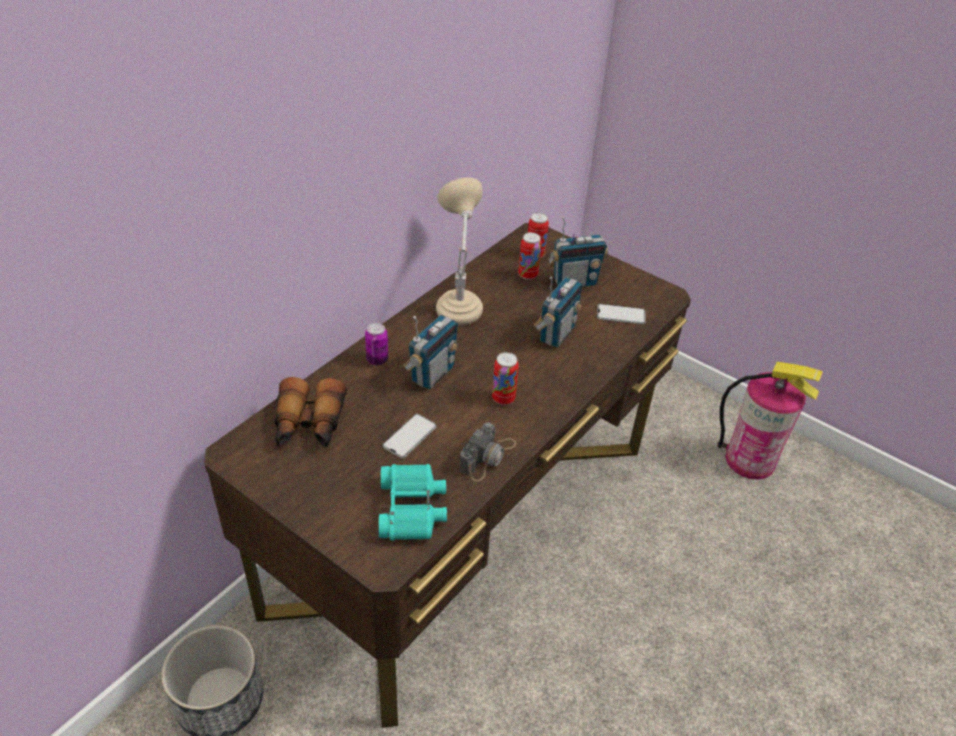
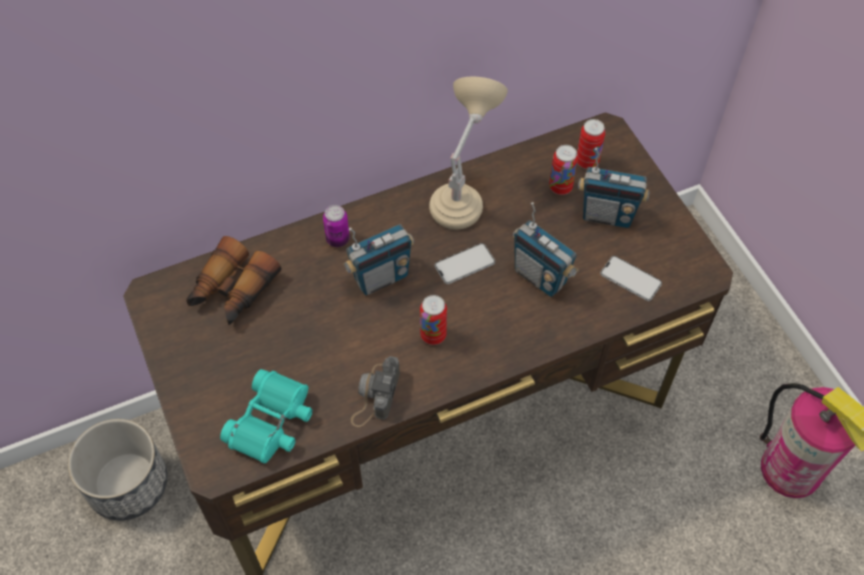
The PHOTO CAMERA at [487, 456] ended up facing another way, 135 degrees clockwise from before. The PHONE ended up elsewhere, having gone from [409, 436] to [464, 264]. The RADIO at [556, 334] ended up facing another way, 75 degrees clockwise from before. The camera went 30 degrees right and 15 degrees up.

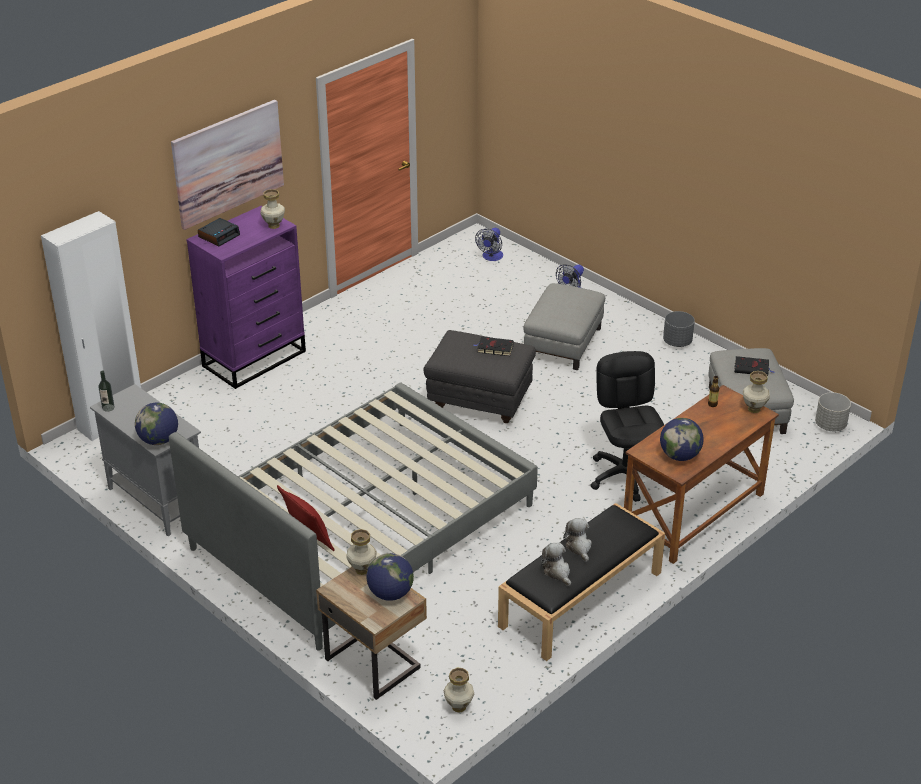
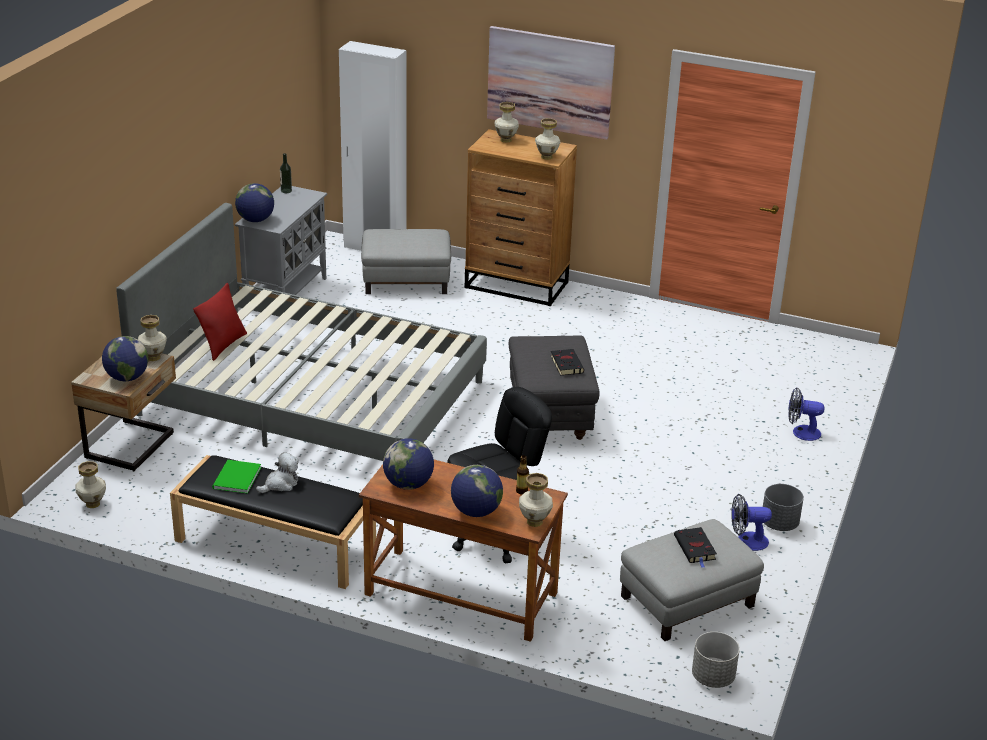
Where the PLUSH TOY stood at [557, 572], the GREEN-COLOURED BOUND BOOK came to stand at [235, 479]. The GRAY FOOTREST ended up elsewhere, having gone from [563, 343] to [406, 281]. The second view gained the DESK GLOBE at [476, 511]. What was the PURPLISH CHEST OF DRAWERS at [255, 358] turned into the BROWN CHEST OF DRAWERS at [517, 285]. Where the TABLE CLOCK stood at [219, 236], the DECORATIVE VASE came to stand at [506, 140]. The FAN ended up elsewhere, having gone from [491, 257] to [746, 541]. The camera went 65 degrees right and 5 degrees down.

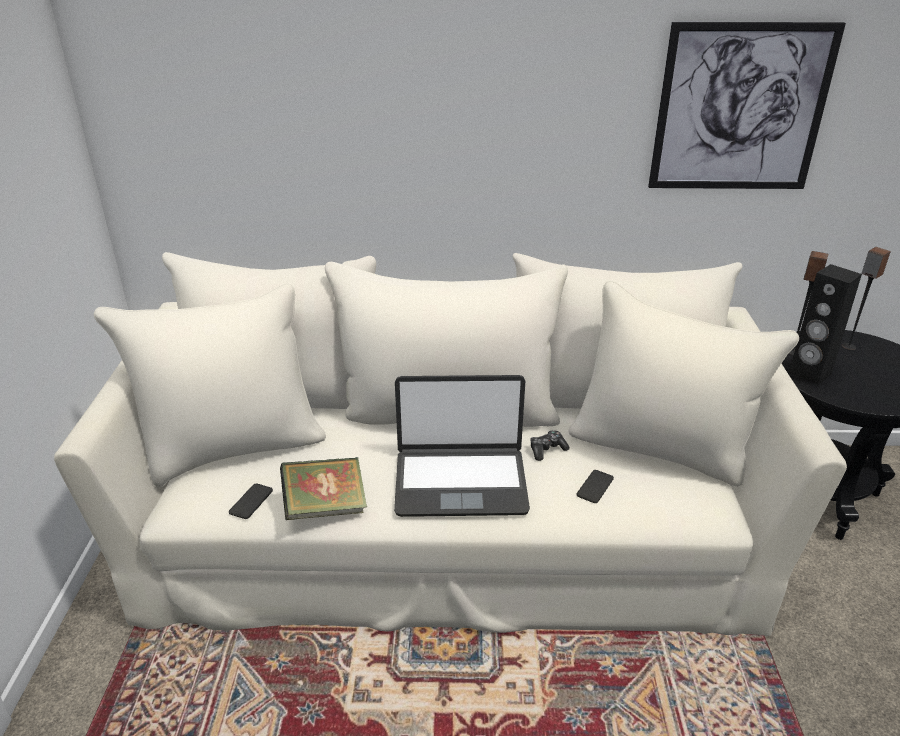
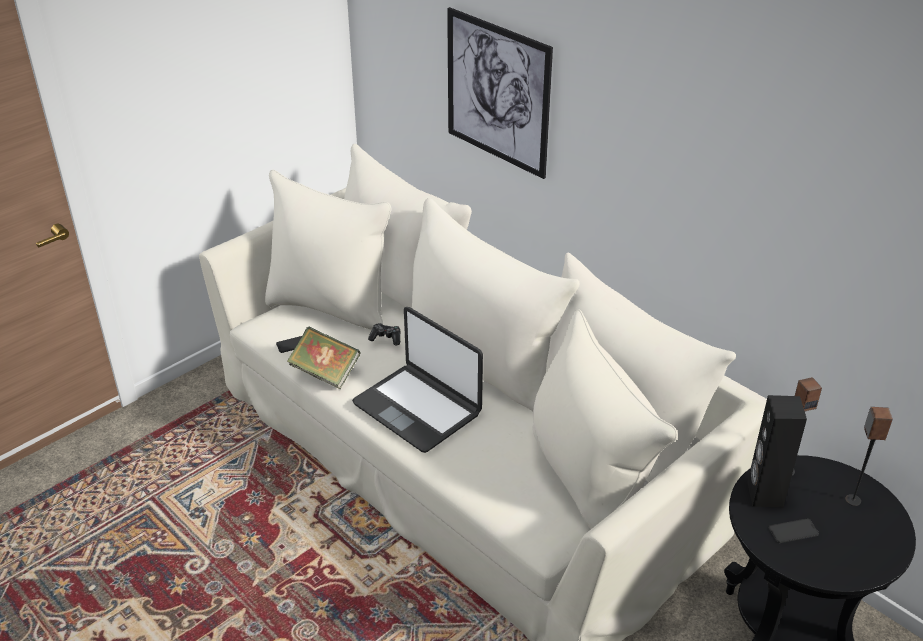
The GAMEPAD ended up elsewhere, having gone from [547, 450] to [386, 338]. The WALL ART ended up elsewhere, having gone from [740, 109] to [497, 92]. The PHONE ended up elsewhere, having gone from [595, 487] to [793, 531]. The camera went 45 degrees right and 5 degrees up.

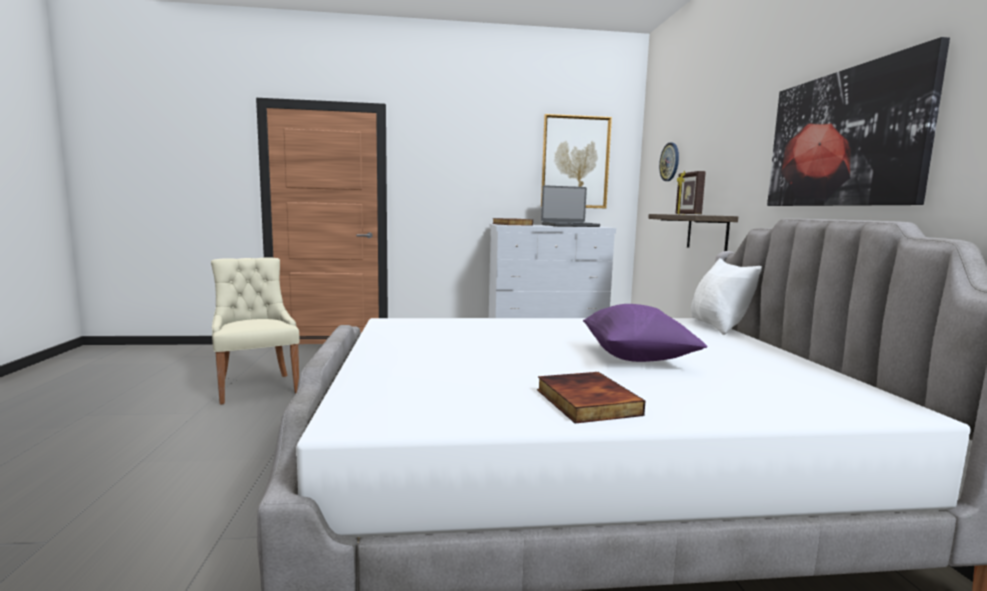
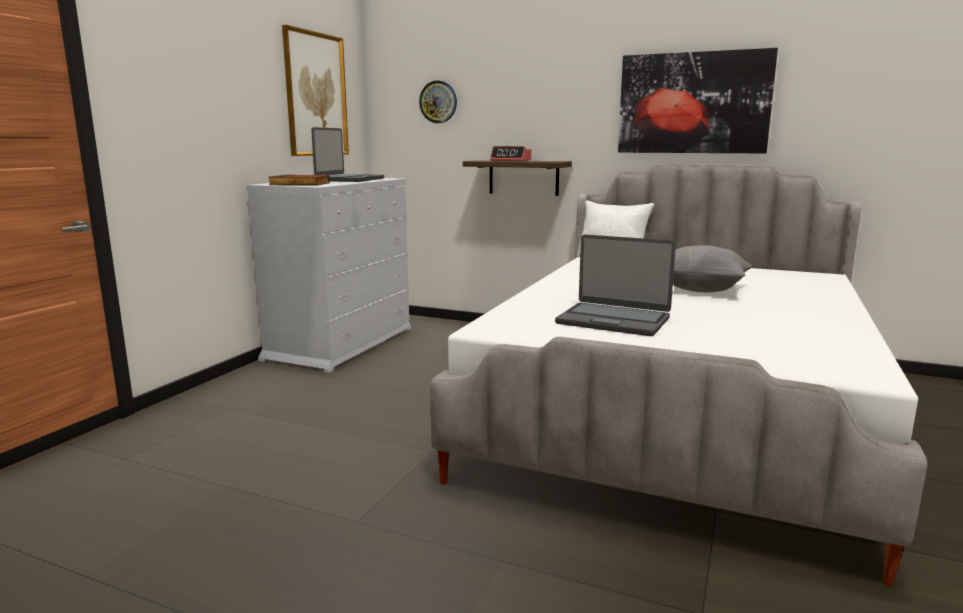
Where the PICTURE FRAME stood at [687, 214], the TABLE CLOCK came to stand at [511, 160]. The second view gained the NOTEBOOK COMPUTER at [613, 320]. What was the PURPLISH CUSHION at [636, 358] turned into the GRAY CUSHION at [700, 290]. The second view lost the SAND-COLOURED UPRIGHT CHAIR at [256, 387]. The second view lost the BOUND BOOK at [585, 402]. The camera went 60 degrees left and 5 degrees up.

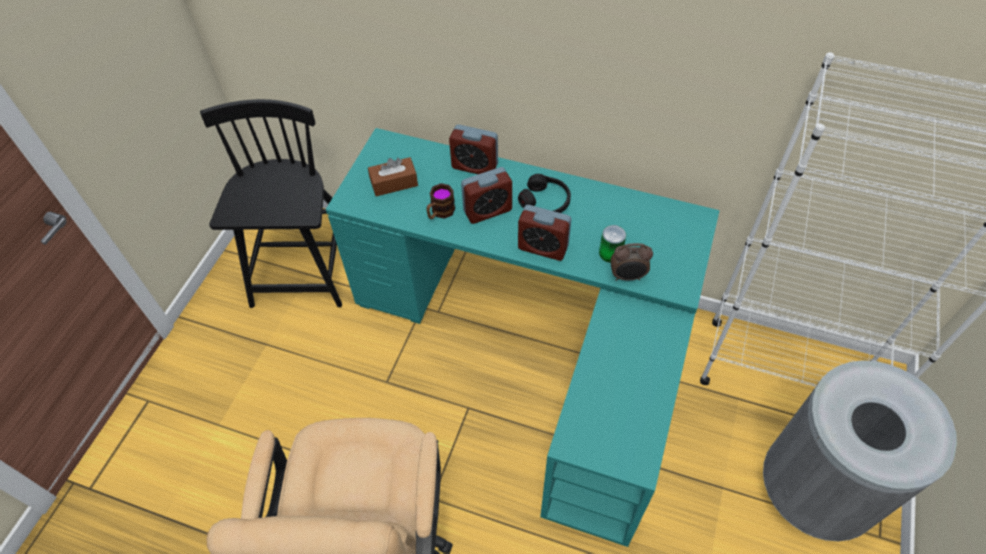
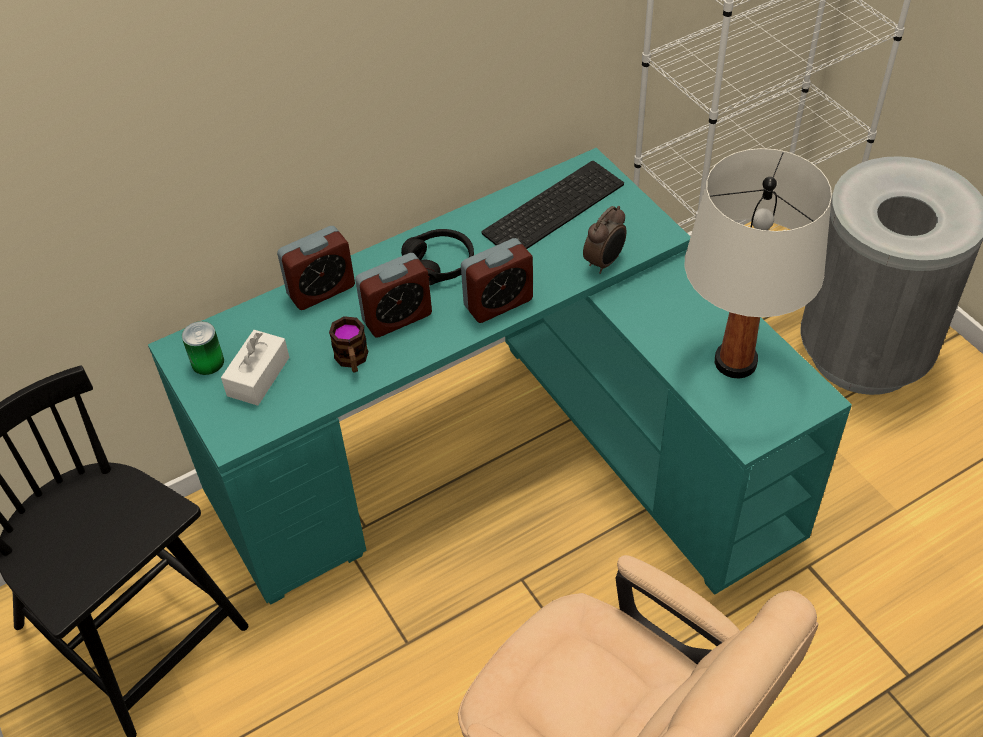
The SEALED CAN ended up elsewhere, having gone from [610, 253] to [207, 362]. What was the BROWN TISSUE BOX at [394, 183] turned into the WHITISH TISSUE BOX at [258, 376]. The TABLE CLOCK at [487, 210] ended up facing another way, 45 degrees clockwise from before. The second view gained the PC KEYBOARD at [553, 206]. The second view gained the WHITISH TABLETOP LAMP at [735, 362]. The camera went 50 degrees left and 5 degrees down.

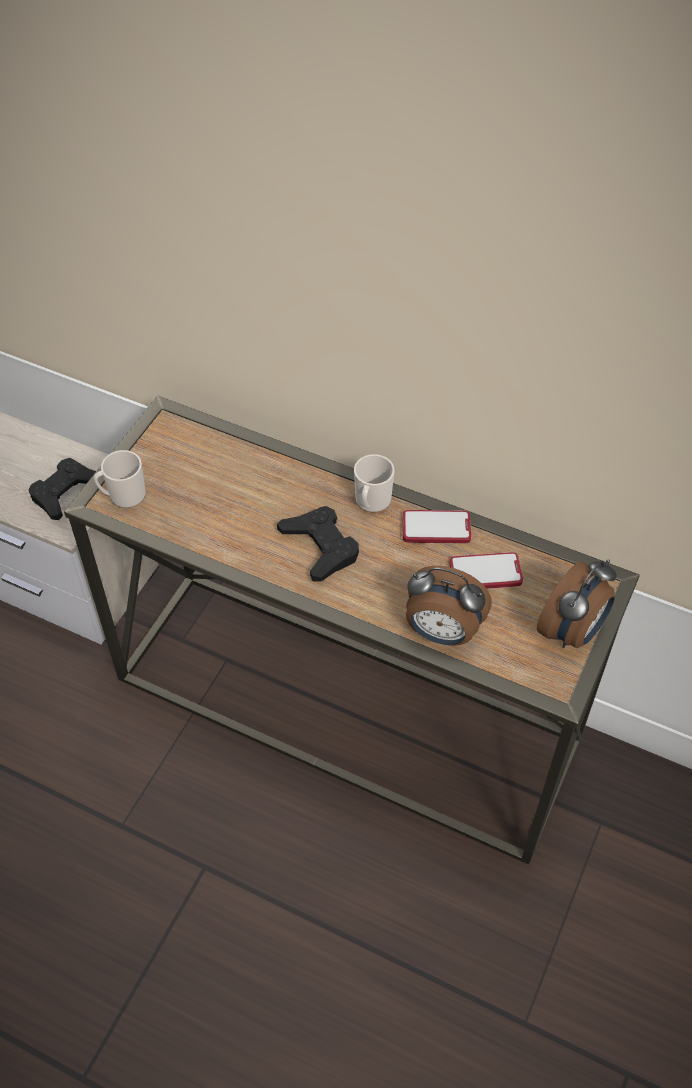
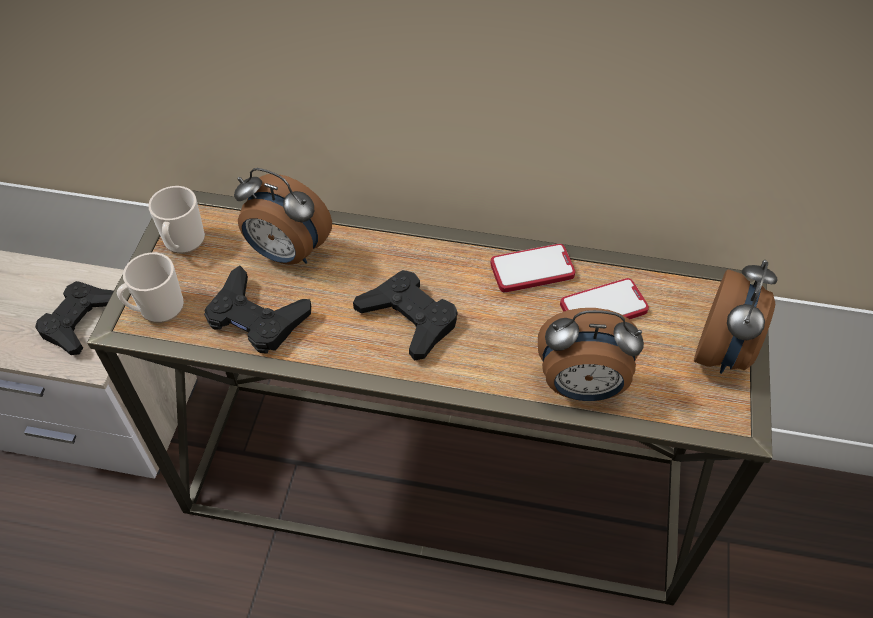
The COFFEE MUG ended up elsewhere, having gone from [371, 502] to [183, 242]. The second view gained the BLACK GAMEPAD at [256, 318]. The second view gained the TABLE CLOCK at [287, 253]. The camera went 15 degrees left and 0 degrees up.

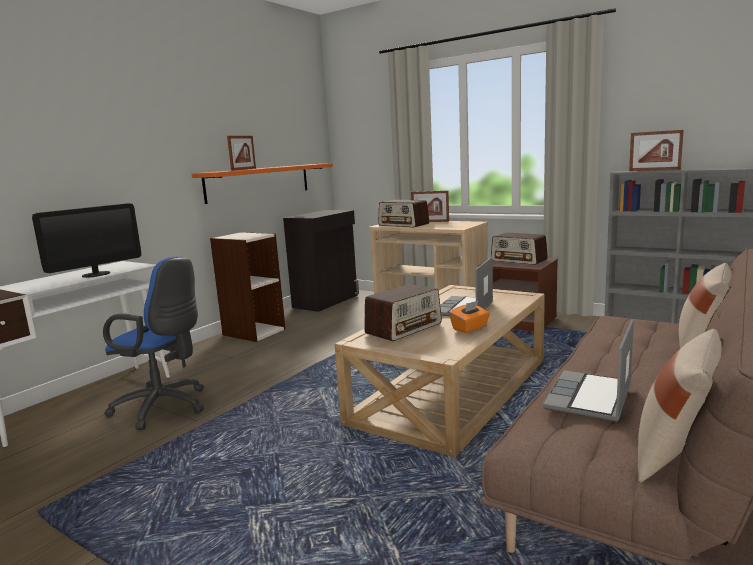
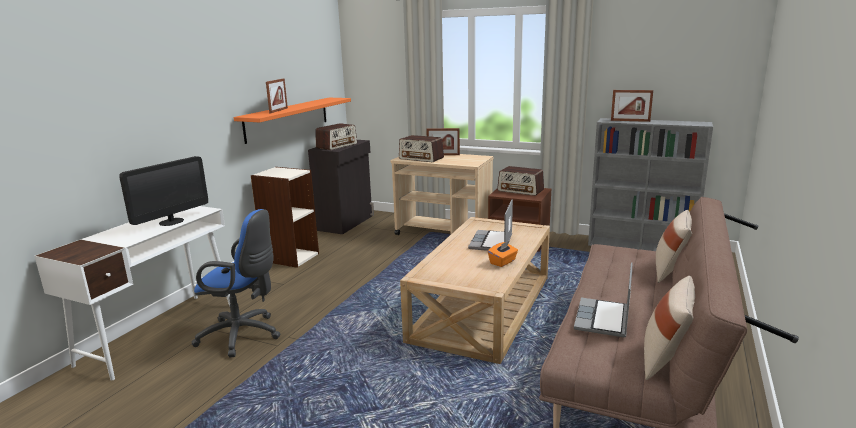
The RADIO ended up elsewhere, having gone from [404, 328] to [337, 146]. The camera went 10 degrees left and 5 degrees up.

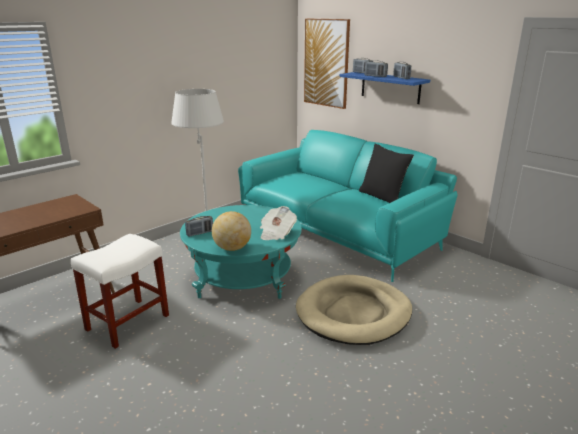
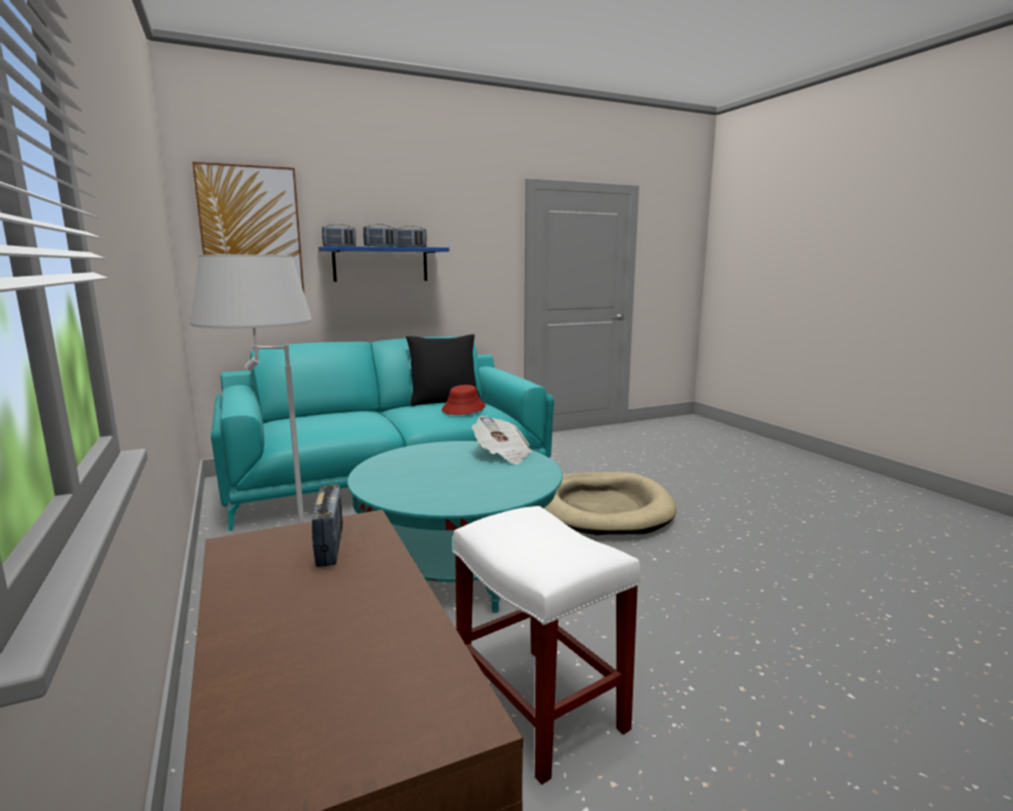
The RADIO ended up elsewhere, having gone from [200, 233] to [330, 547]. The second view gained the RED HAT at [464, 408]. The second view lost the DESK GLOBE at [232, 248]. The camera went 70 degrees left and 10 degrees down.

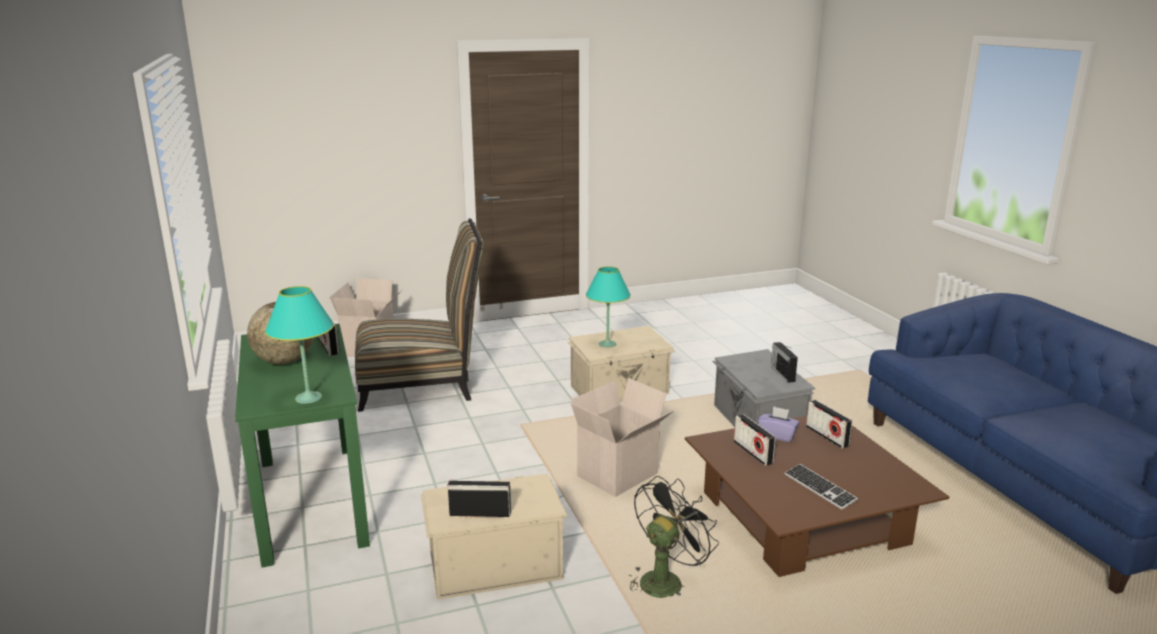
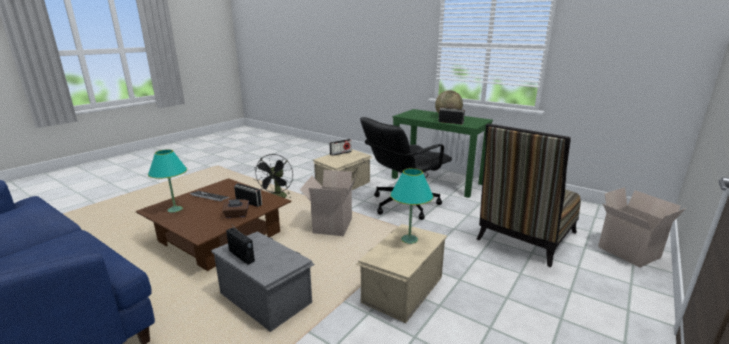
The BLUE-GREEN TABLETOP LAMP ended up elsewhere, having gone from [308, 398] to [175, 209]. What was the PURPLISH TISSUE BOX at [777, 435] turned into the BROWN TISSUE BOX at [236, 215]. The second view gained the BLACK OFFICE CHAIR at [403, 204]. The second view lost the RADIO at [827, 436]. The camera went 145 degrees right and 0 degrees up.

